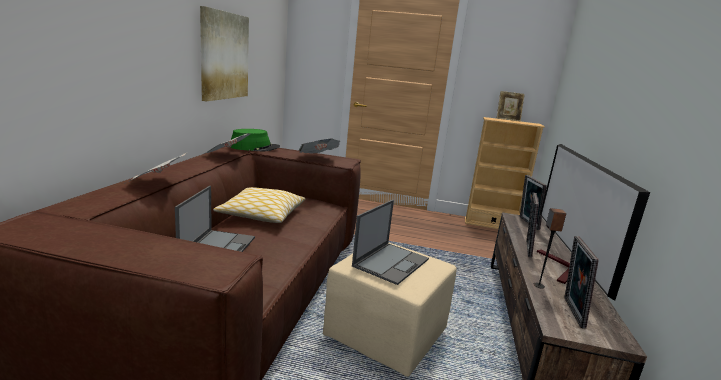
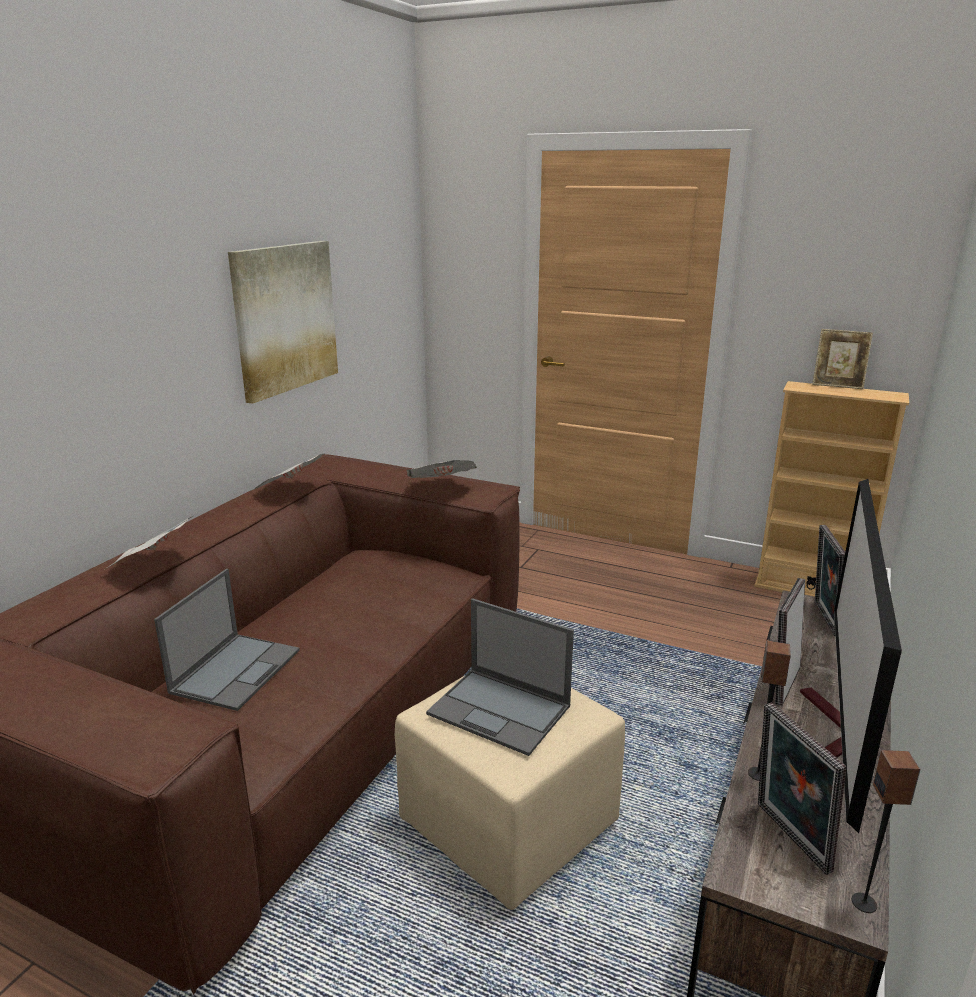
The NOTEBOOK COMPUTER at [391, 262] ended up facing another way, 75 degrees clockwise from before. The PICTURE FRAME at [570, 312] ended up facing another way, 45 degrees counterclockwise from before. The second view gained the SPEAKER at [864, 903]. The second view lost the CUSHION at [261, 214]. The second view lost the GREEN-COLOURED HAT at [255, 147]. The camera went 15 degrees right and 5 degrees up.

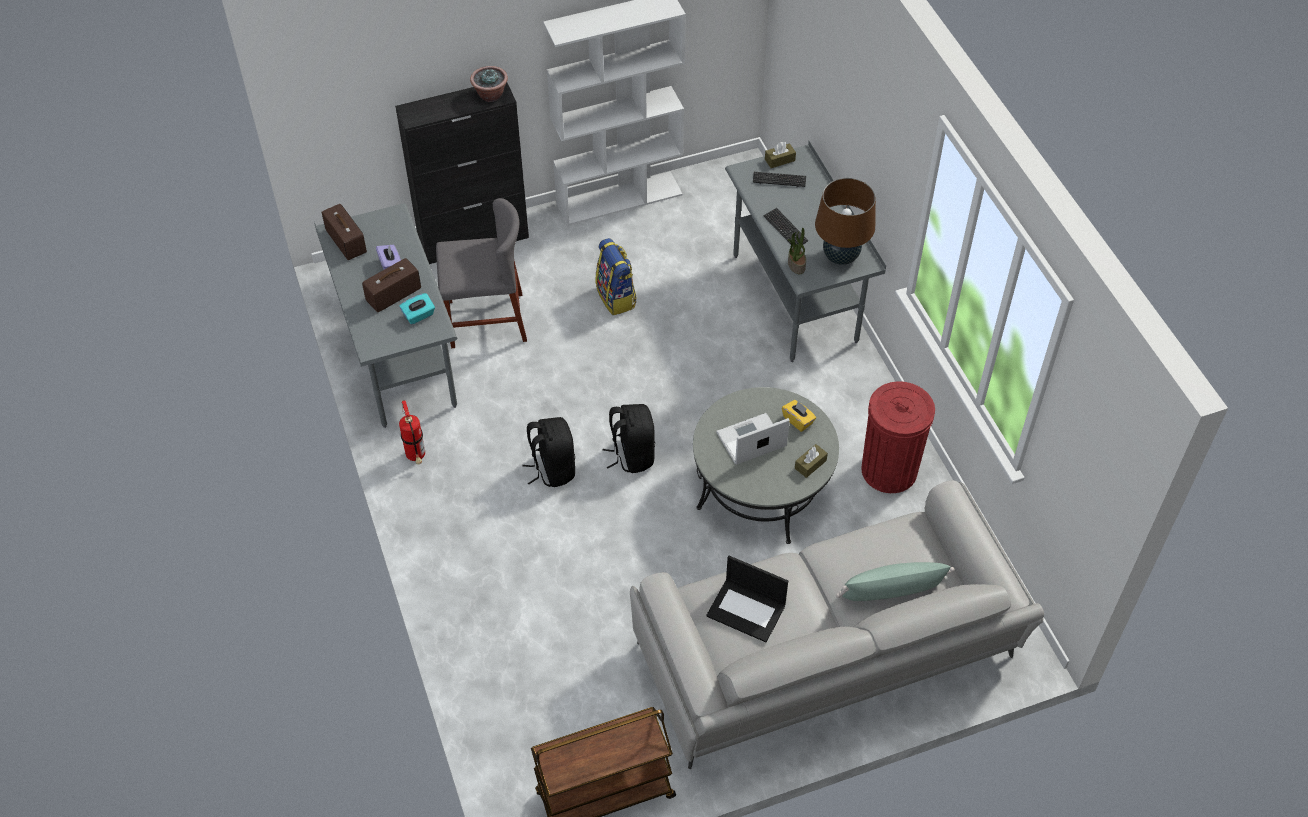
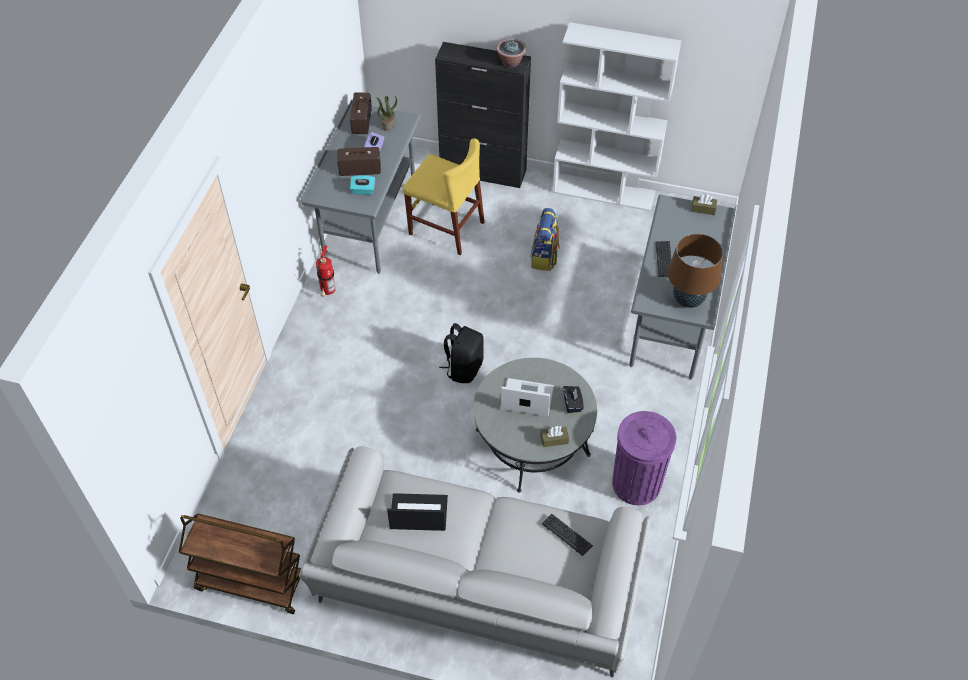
The PLANT IN A POT ended up elsewhere, having gone from [796, 265] to [388, 124]. The NOTEBOOK COMPUTER at [747, 610] ended up facing another way, 120 degrees clockwise from before. What was the GRAY UPRIGHT CHAIR at [486, 320] turned into the YELLOW-COLOURED UPRIGHT CHAIR at [446, 228]. The PC KEYBOARD ended up elsewhere, having gone from [779, 180] to [567, 535]. What was the YELLOW-COLOURED TISSUE BOX at [798, 420] turned into the BLACK TISSUE BOX at [572, 404]. What was the RED WASTE BIN at [889, 470] turned into the PURPLISH WASTE BIN at [636, 484]. The second view lost the BLACK KNAPSACK at [552, 469]. The second view lost the GREEN-COLOURED CUSHION at [891, 591]. The camera went 35 degrees right and 0 degrees up.

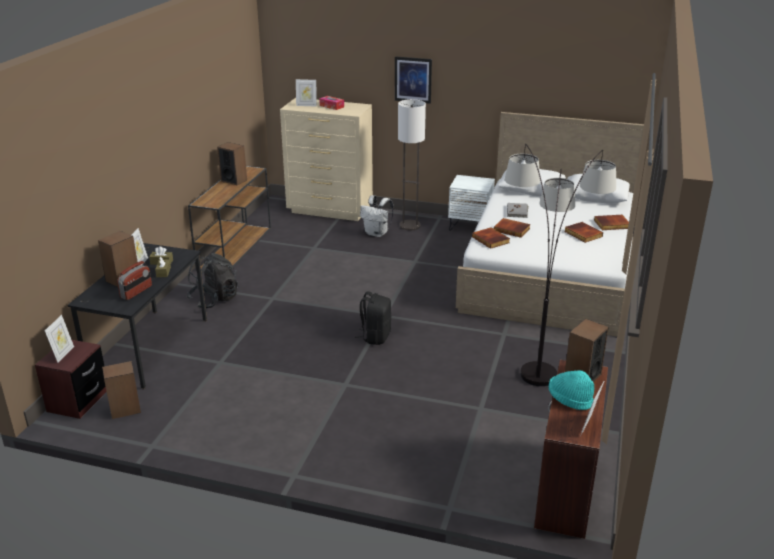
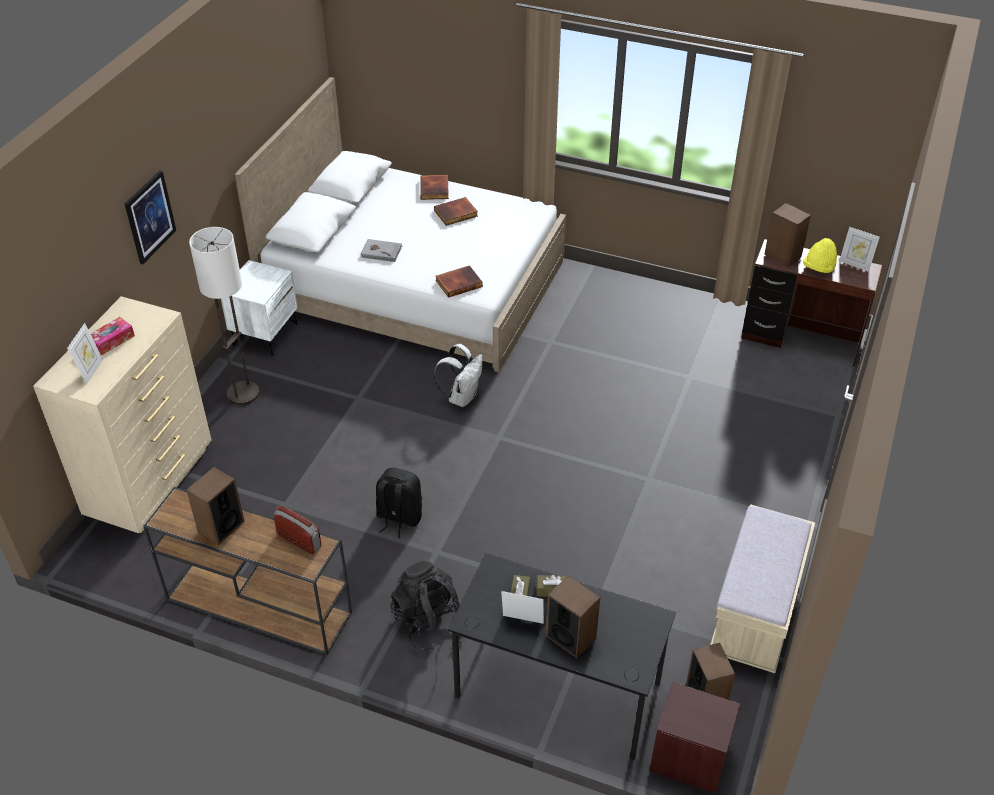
The RADIO ended up elsewhere, having gone from [136, 292] to [299, 540]. The BLACK KNAPSACK ended up elsewhere, having gone from [375, 336] to [398, 518]. The WHITISH KNAPSACK ended up elsewhere, having gone from [377, 233] to [462, 397]. The second view gained the SAND-COLOURED LONG SEAT at [755, 614]. What was the BLUE-GREEN HAT at [569, 399] turned into the YELLOW-COLOURED HAT at [818, 268]. The second view lost the PICTURE FRAME at [63, 354]. The second view lost the BOUND BOOK at [512, 229]. The second view lost the STANDING LAMP at [541, 351]. The camera went 85 degrees left and 15 degrees up.

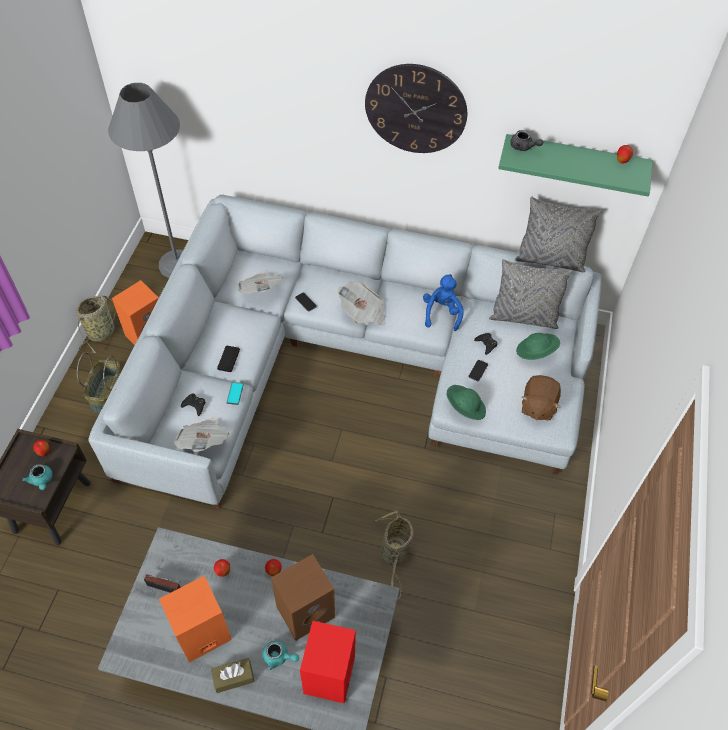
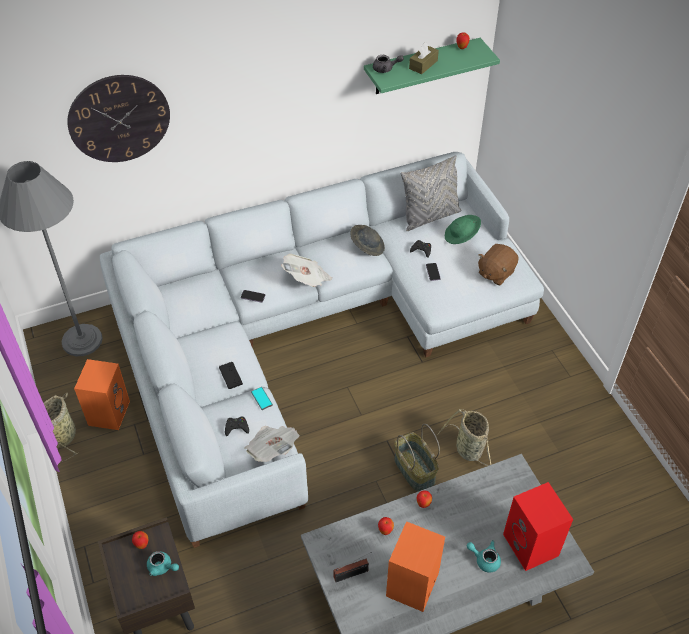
The WALL CLOCK ended up elsewhere, having gone from [416, 109] to [119, 119]. Where the BLUE PLUSH TOY stood at [442, 313], the GRAY HAT came to stand at [367, 246]. The HOUSEHOLD BASKET ended up elsewhere, having gone from [107, 394] to [413, 470]. The BROWN TISSUE BOX ended up elsewhere, having gone from [233, 677] to [423, 65]. The BLUE-GREEN TEA POT at [279, 657] ended up facing another way, 135 degrees counterclockwise from before. The BROWN PLUSH TOY at [537, 406] ended up facing another way, 60 degrees clockwise from before. The second view lost the PRINTED PAPER at [261, 290]. The second view lost the BROWN SPEAKER at [306, 610]. The second view lost the GREEN-COLOURED HAT at [464, 408]. The second view lost the GRAY CUSHION at [550, 260]. The camera went 35 degrees left and 5 degrees down.

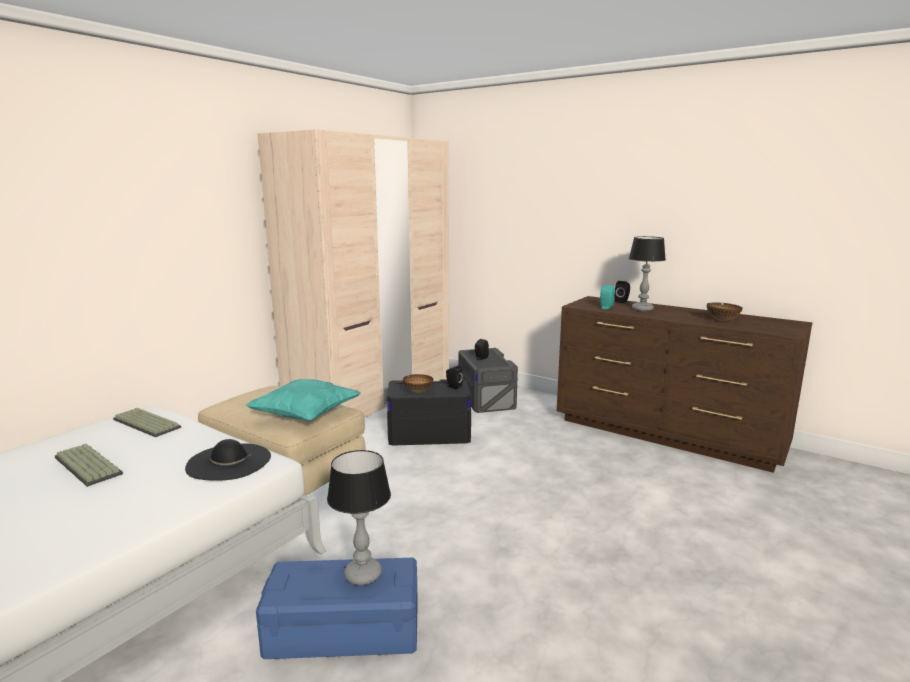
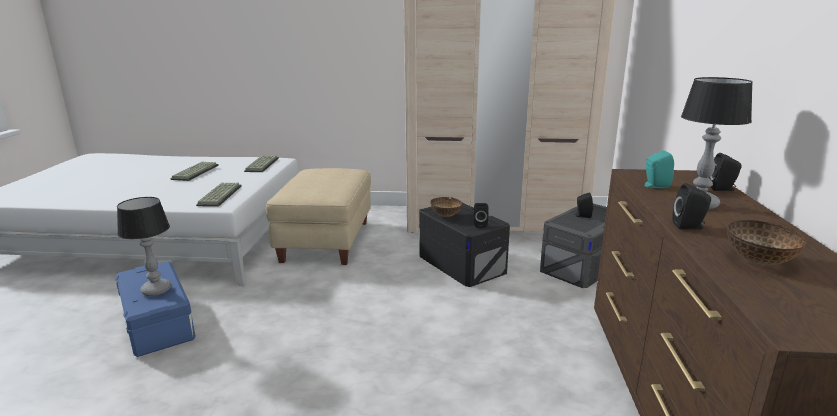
Where the BLACK HAT stood at [229, 462], the PC KEYBOARD came to stand at [219, 195]. The second view gained the BLACK SPEAKER at [689, 226]. The second view lost the BLUE-GREEN CUSHION at [306, 416]. The camera went 60 degrees right and 5 degrees up.

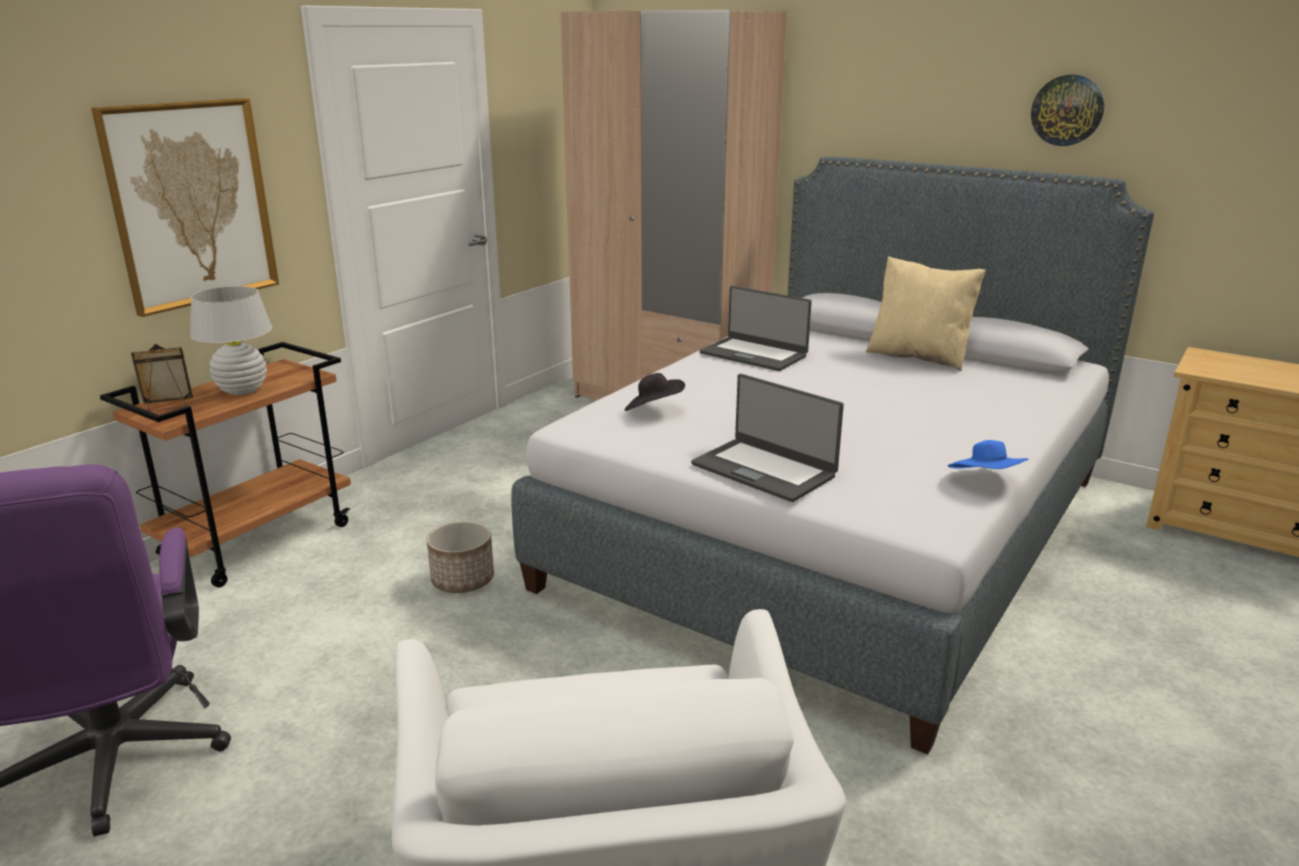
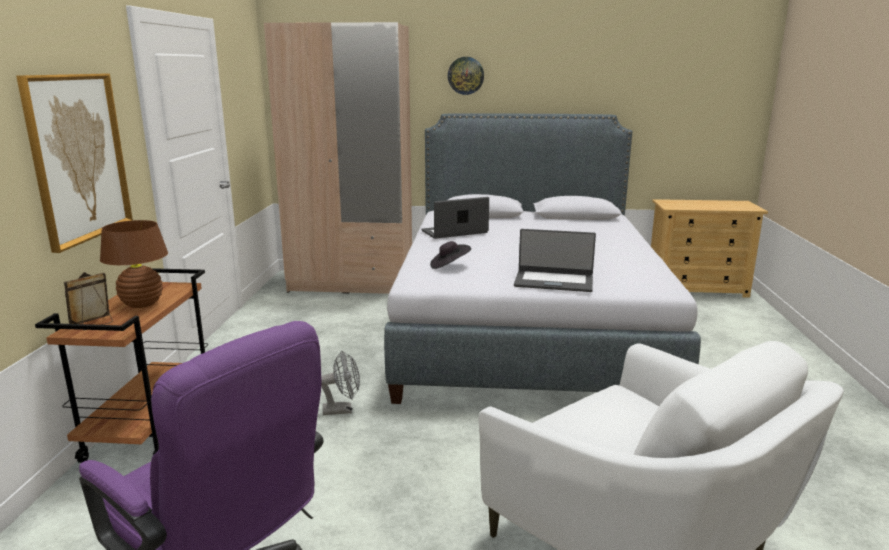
What was the WHITISH TABLETOP LAMP at [242, 390] turned into the BROWN TABLETOP LAMP at [142, 304]. Where the PLANTER stood at [462, 580], the GRAY FAN came to stand at [342, 410]. The NOTEBOOK COMPUTER at [754, 354] ended up facing another way, 150 degrees clockwise from before. The WALL CLOCK ended up elsewhere, having gone from [1067, 110] to [465, 75]. The second view lost the SAND-COLOURED CUSHION at [919, 357]. The second view lost the BLUE HAT at [986, 482]. The camera went 30 degrees left and 5 degrees down.

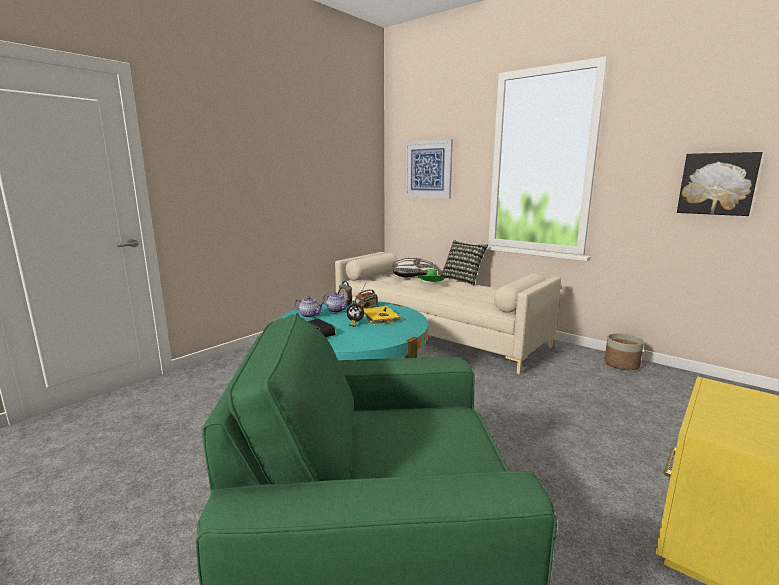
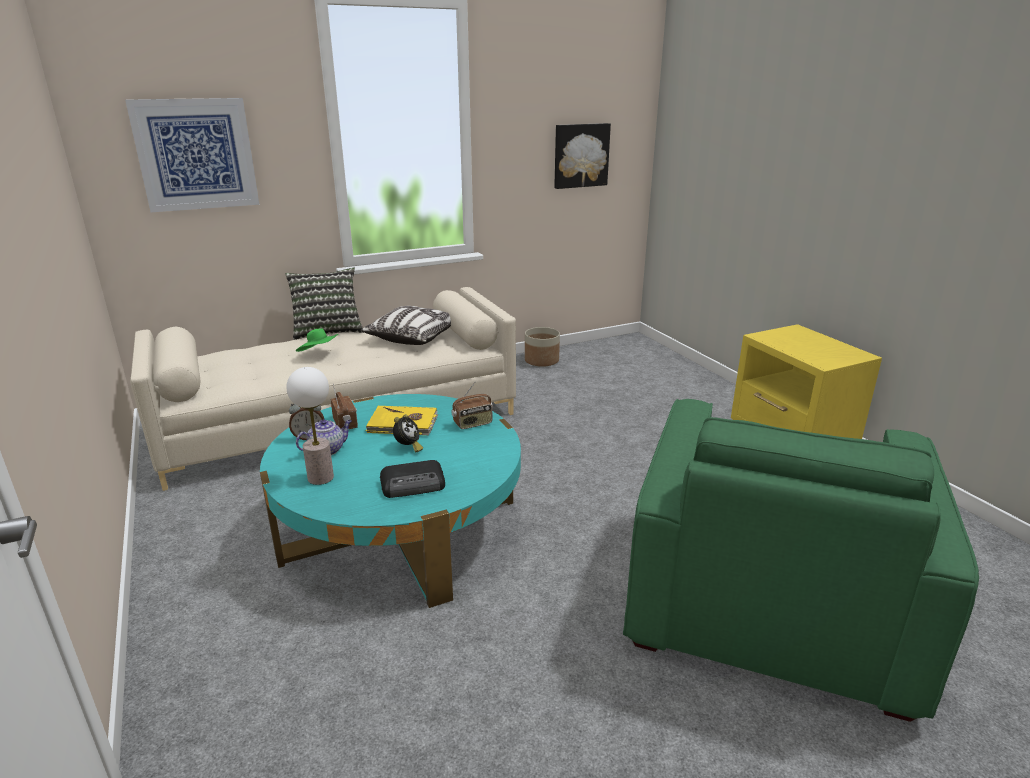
Where the TEA POT stood at [310, 315], the TABLETOP LAMP came to stand at [321, 477]. The CUSHION ended up elsewhere, having gone from [413, 275] to [413, 337]. The second view gained the RADIO at [473, 424]. The camera went 65 degrees left and 10 degrees up.

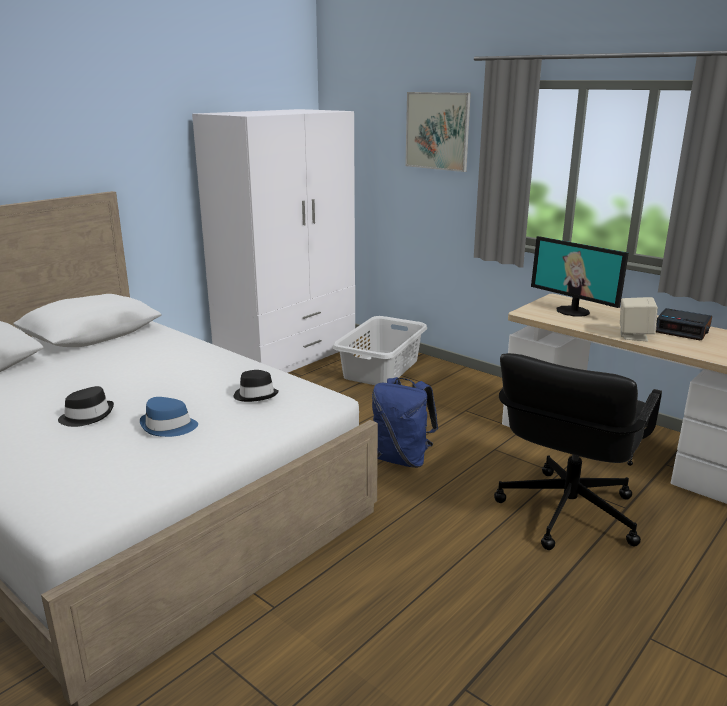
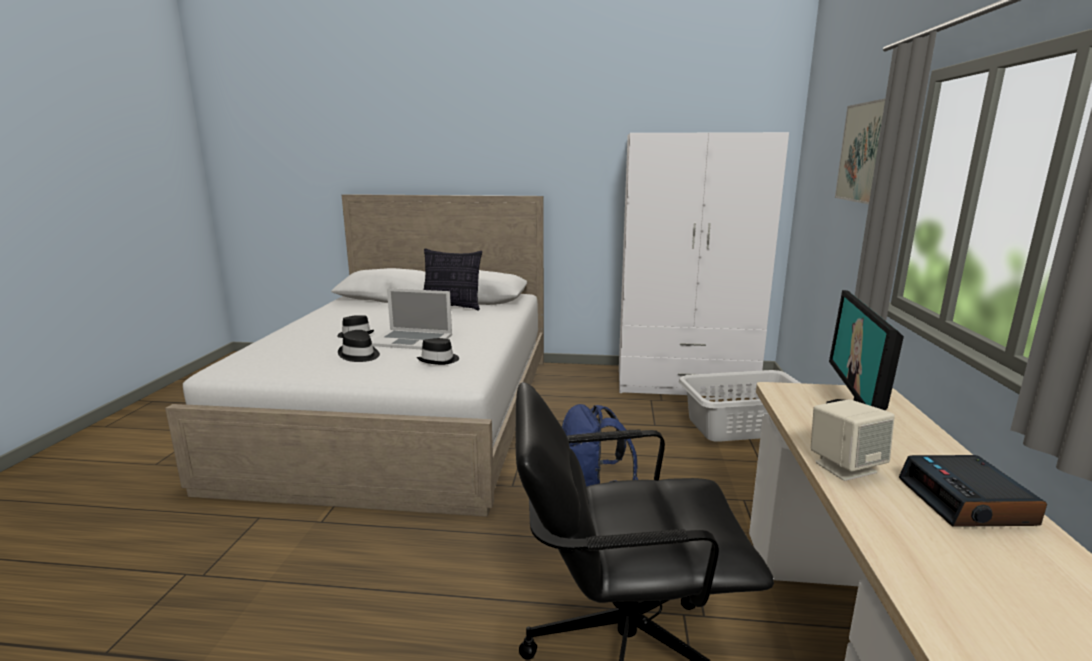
What was the BLUE HAT at [168, 427] turned into the BLACK HAT at [359, 355]. The second view gained the NOTEBOOK COMPUTER at [412, 340]. The second view gained the CUSHION at [452, 307]. The camera went 55 degrees right and 5 degrees down.

